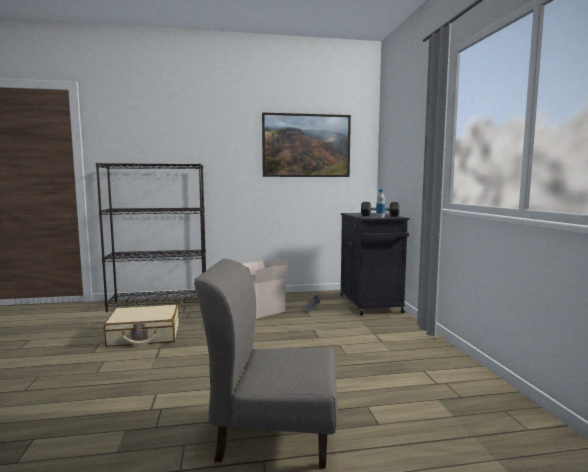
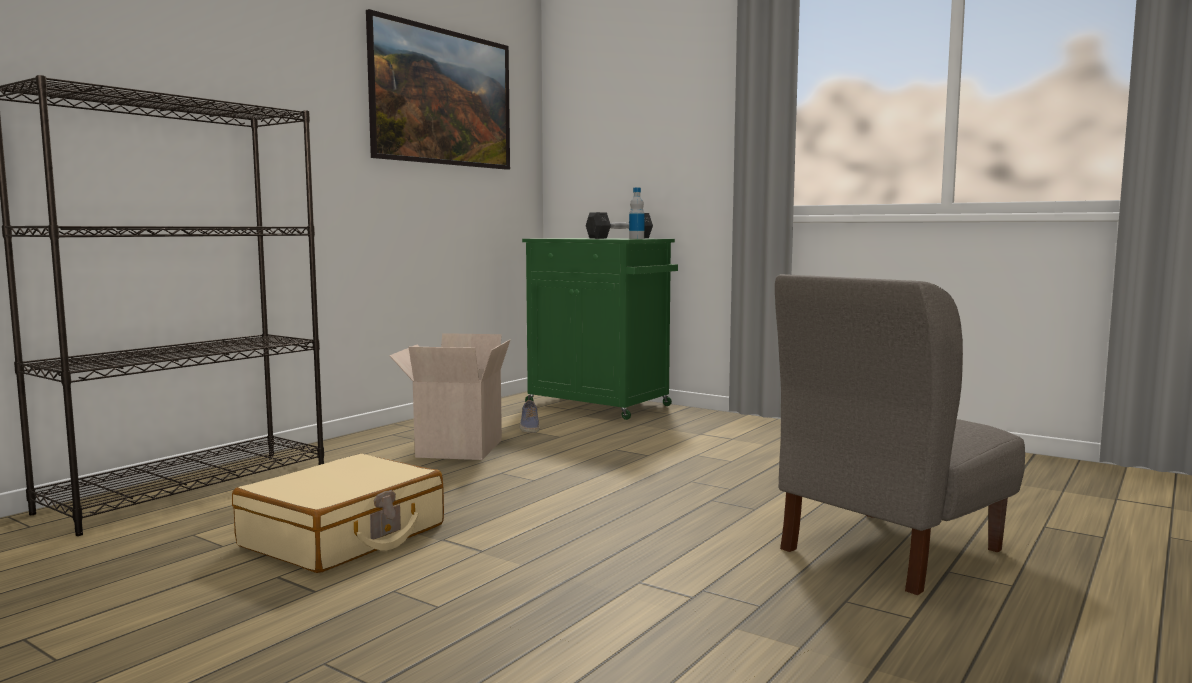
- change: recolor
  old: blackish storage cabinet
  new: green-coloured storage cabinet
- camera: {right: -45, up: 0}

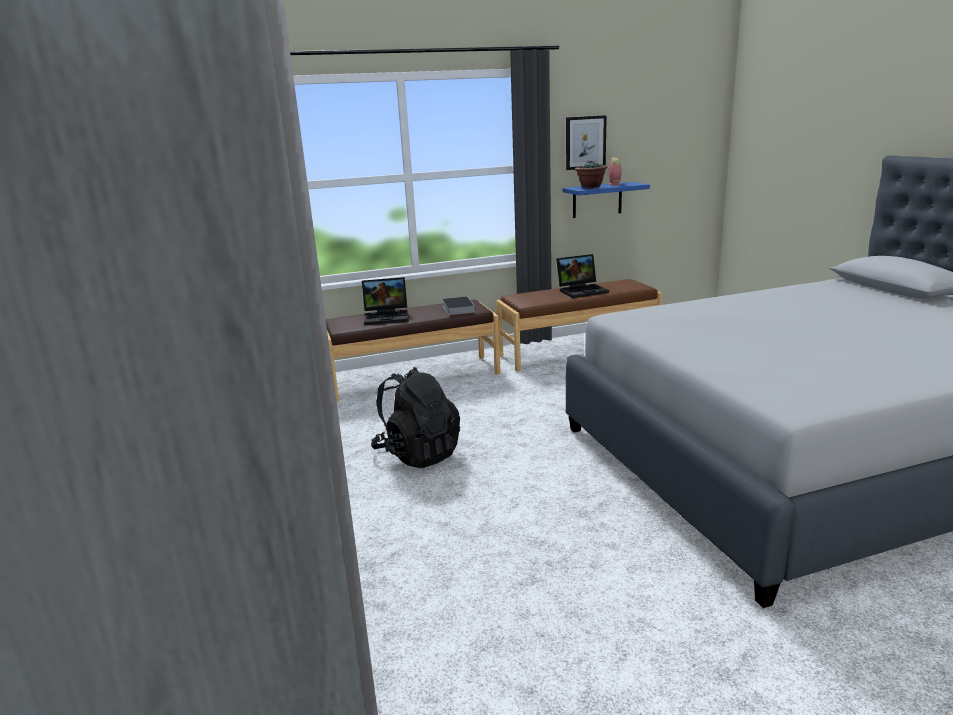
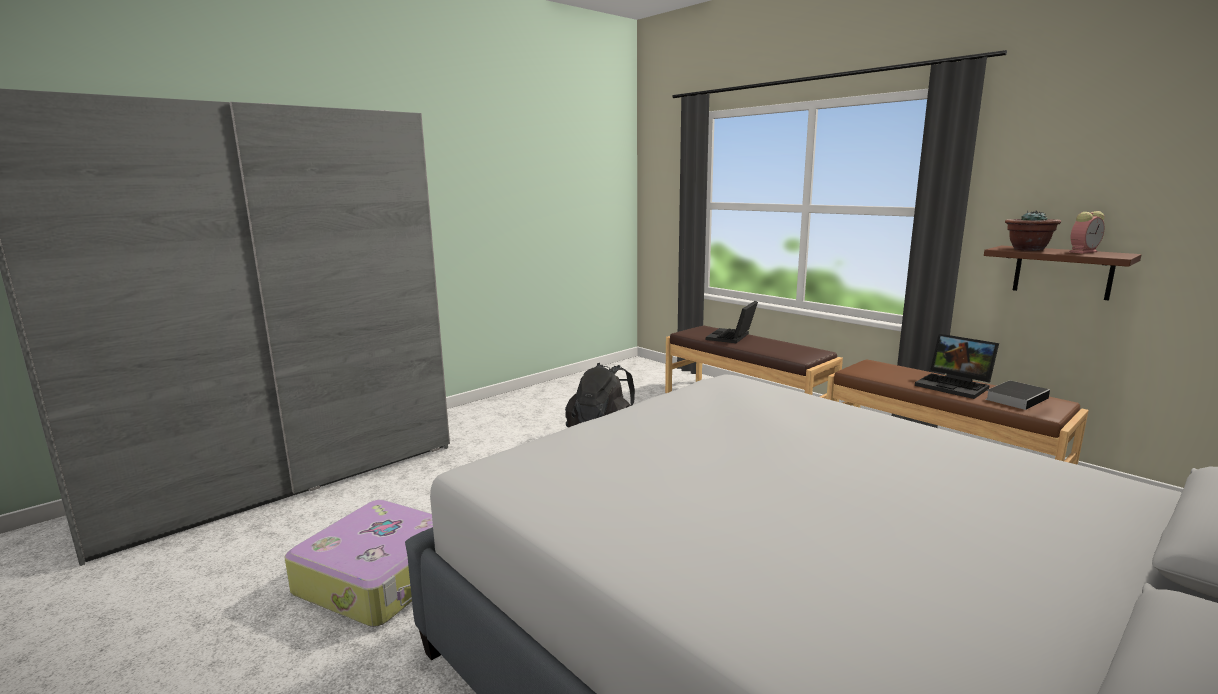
- change: delete
  old: picture
- change: insert
  new: piece of luggage
- change: move
  old: volume
- change: recolor
  old: blue-coloured bracket shelf
  new: brownish bracket shelf
- change: rotate
  old: portable computer (1st from left)
  degrees: 60
- camera: {right: 65, up: -5}

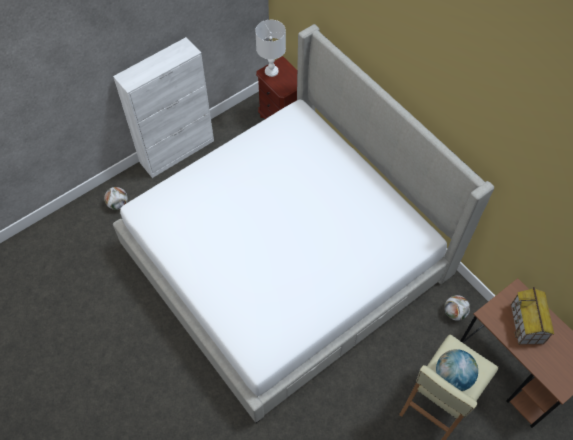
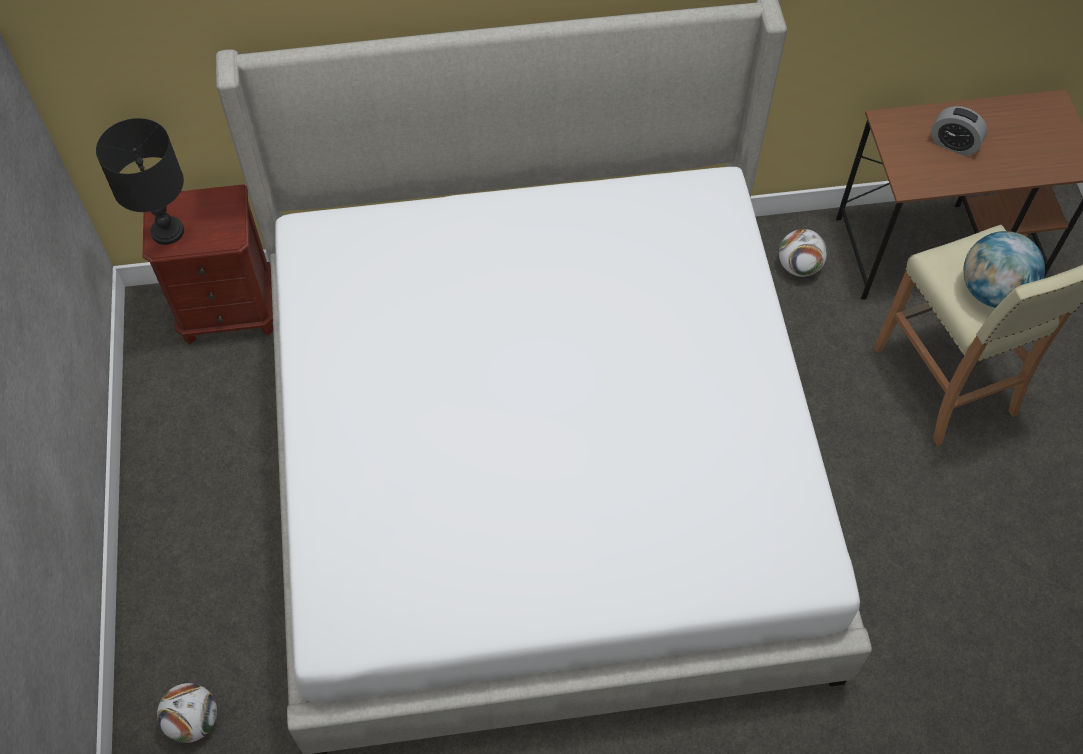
- change: delete
  old: white storage cabinet
- change: replace
  old: toy house
  new: alarm clock
- change: recolor
  old: white tabletop lamp
  new: blackish tabletop lamp
- camera: {right: -60, up: 0}

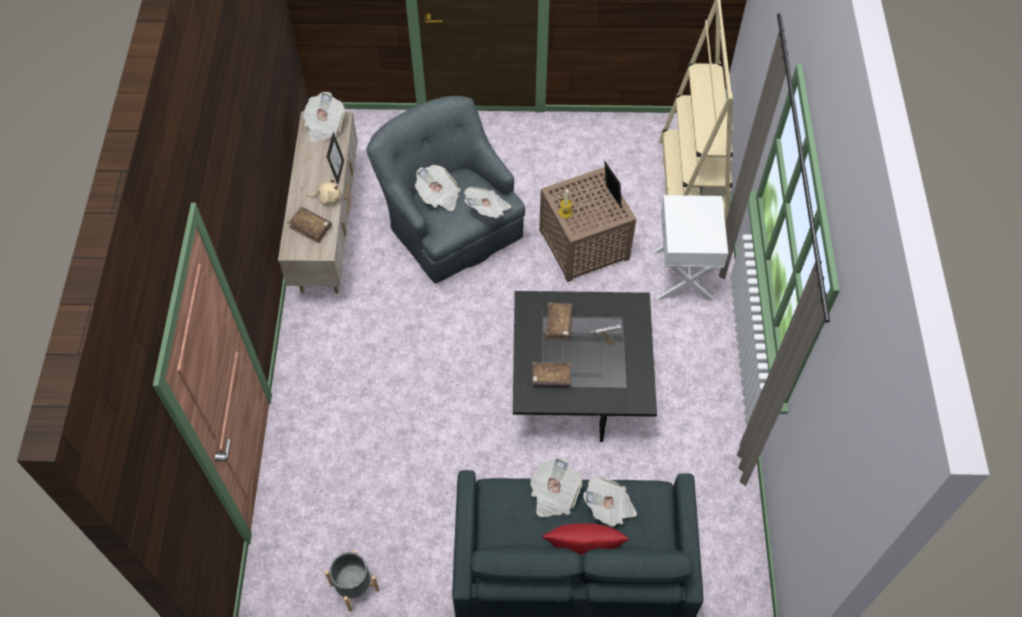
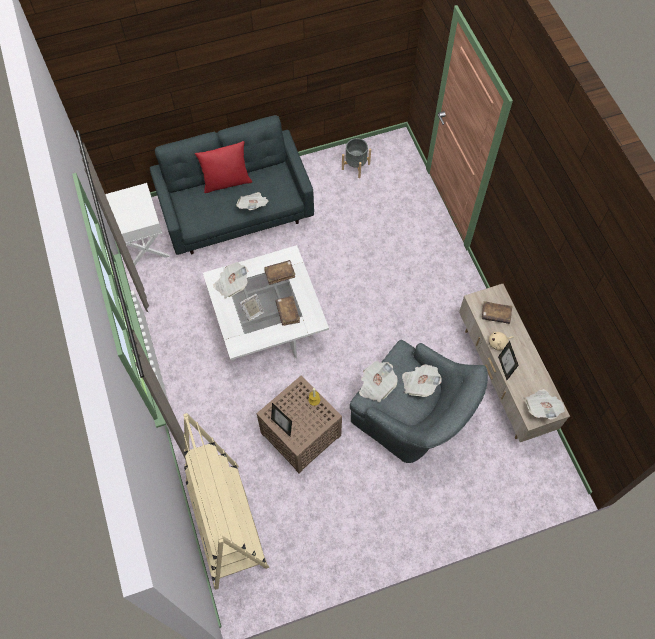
- change: move
  old: daily paper (5th from left in the first image)
  new: daily paper (1st from left)
- change: move
  old: white night table
- change: recolor
  old: blackish coffee table
  new: white coffee table
- camera: {right: 160, up: 5}

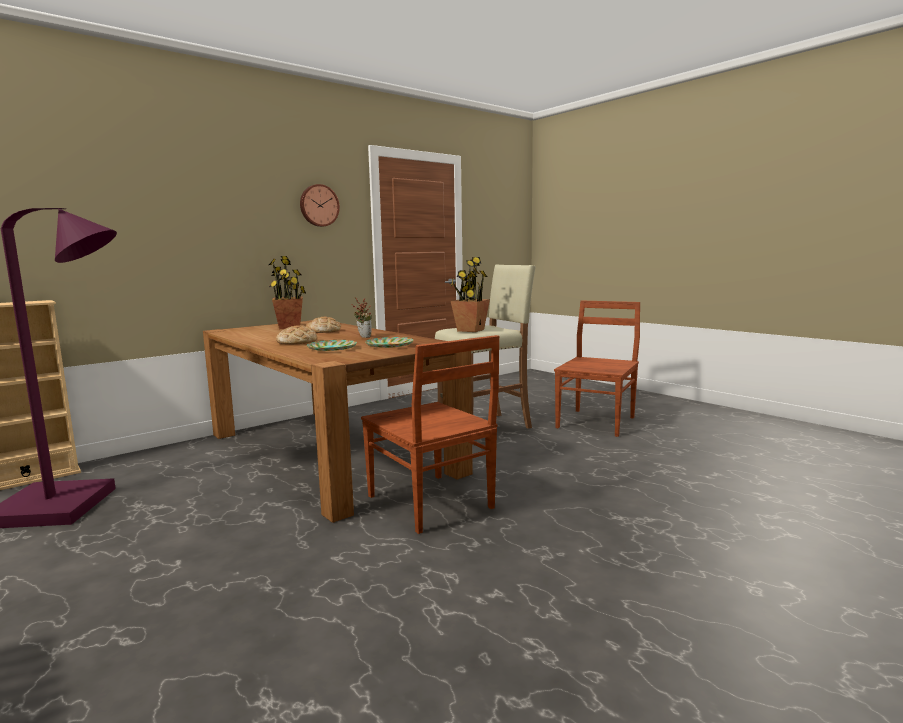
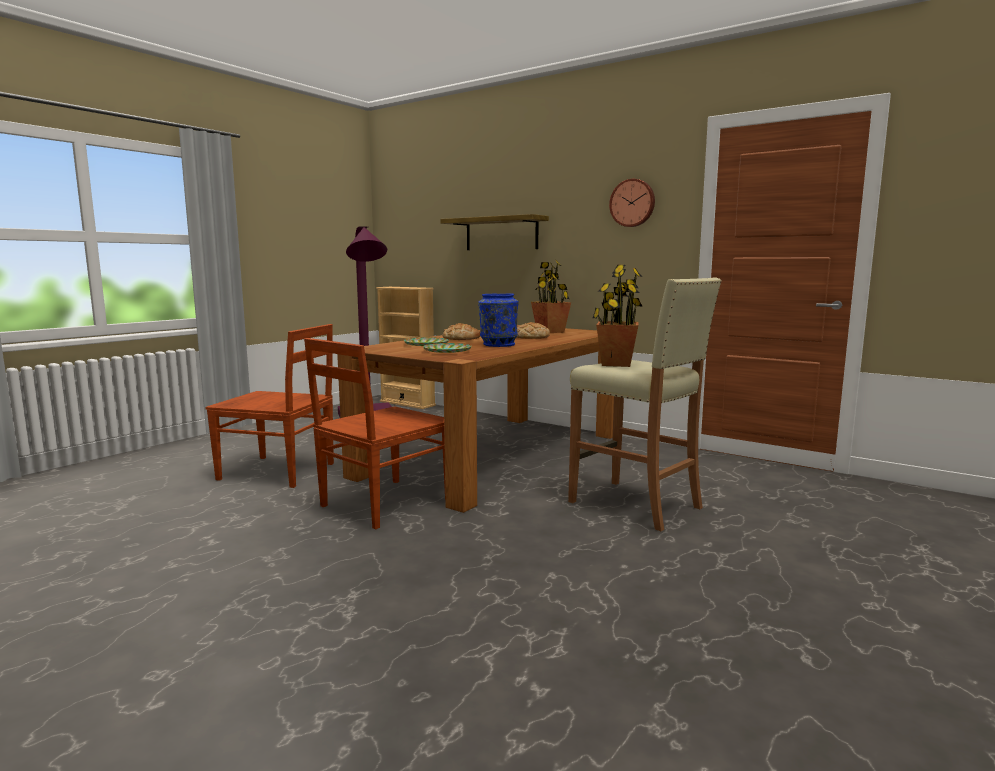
- change: insert
  new: bracket shelf
- change: move
  old: brownish chair (2nd from left in the first image)
  new: brownish chair (1st from left)
- change: replace
  old: houseplant (2nd from left)
  new: blue-coloured decorative vase
- camera: {right: 75, up: 0}

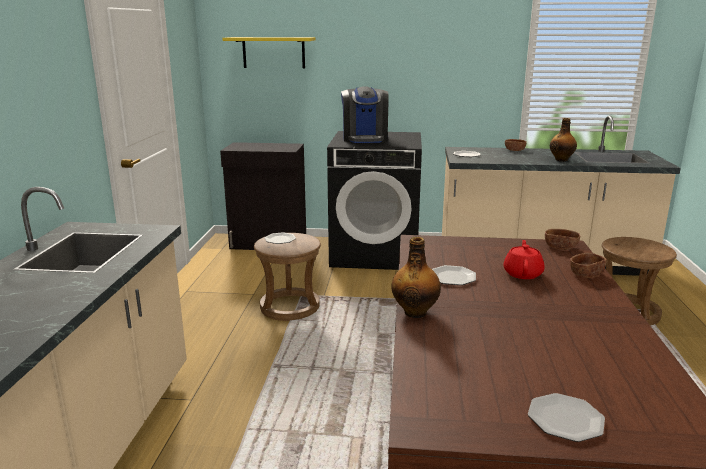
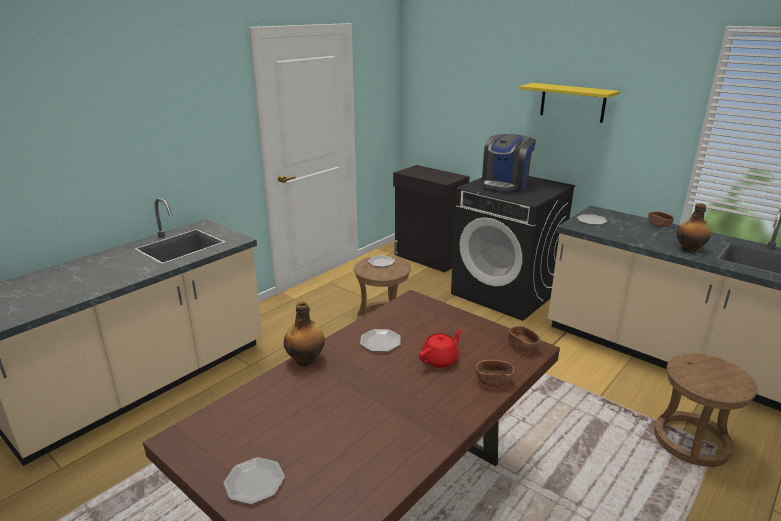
- change: move
  old: yellow-coloured bracket shelf
- camera: {right: 35, up: 5}

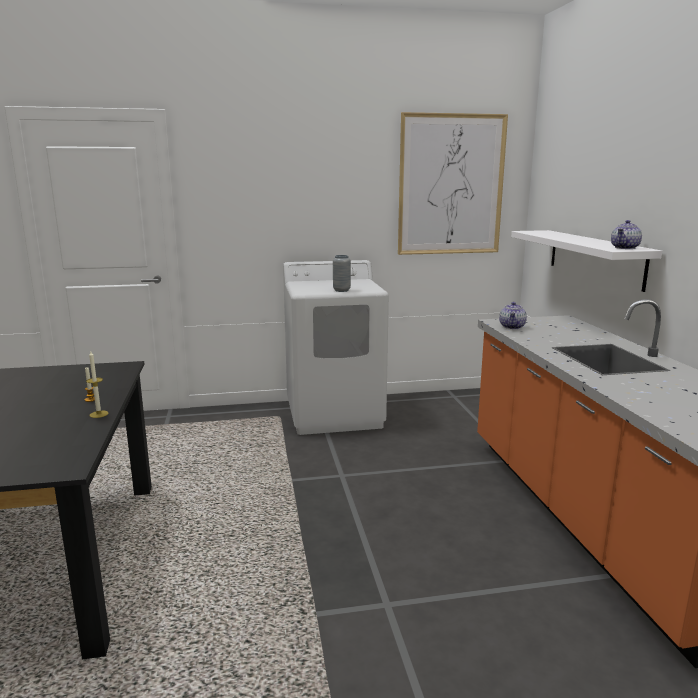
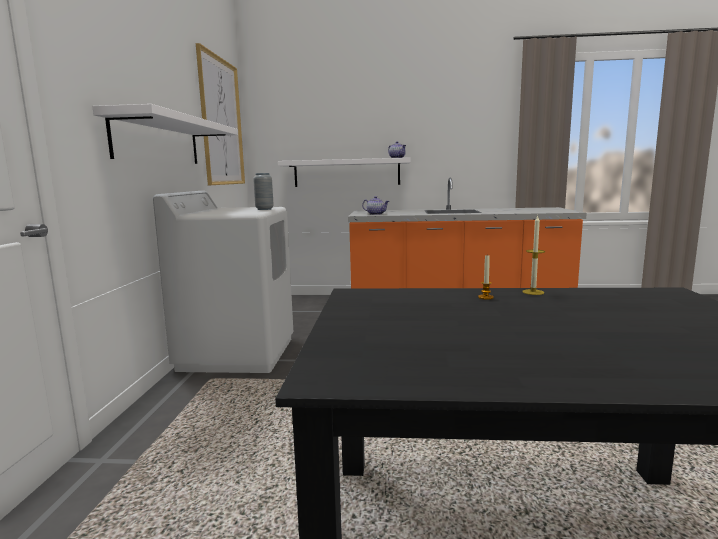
- change: insert
  new: white bracket shelf (1st from left)
- camera: {right: -75, up: -5}

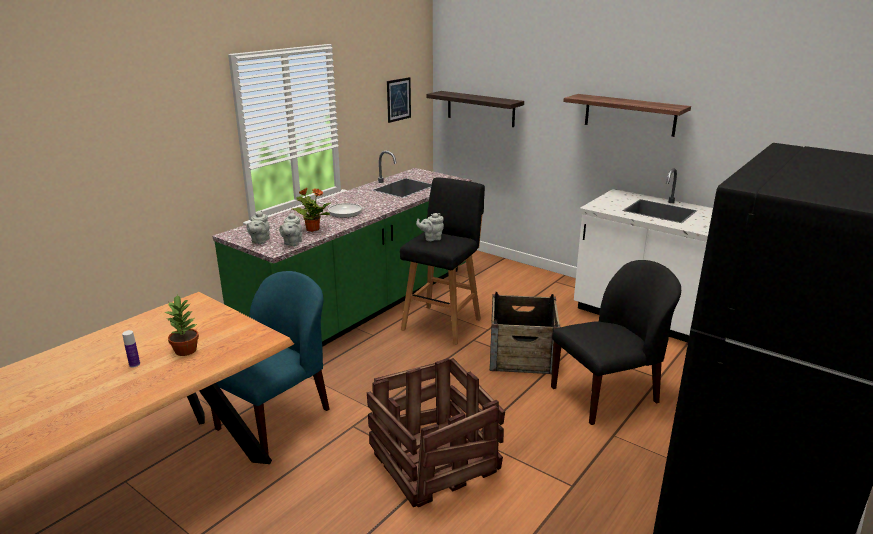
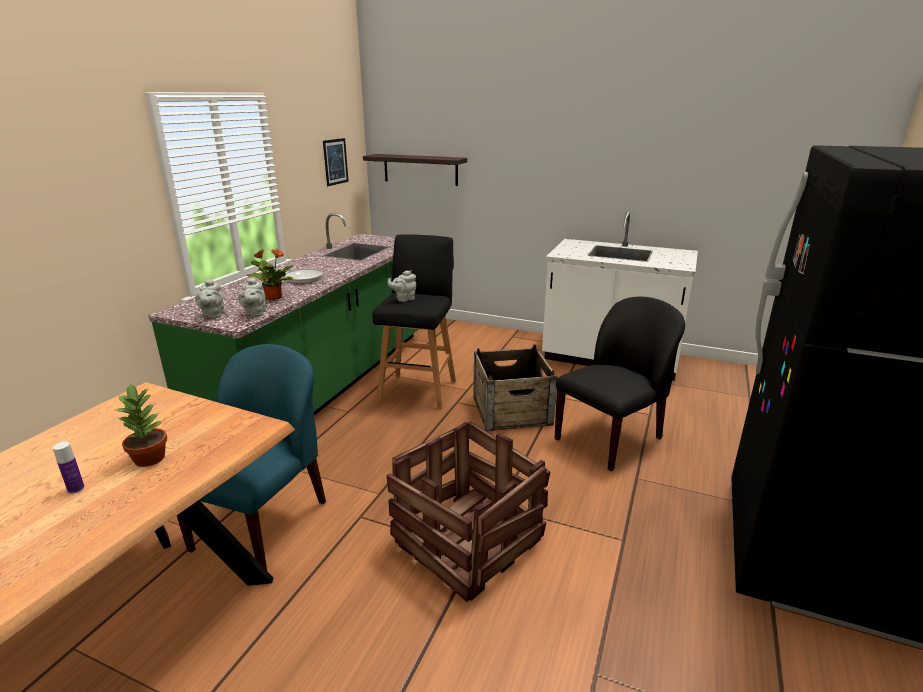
- change: delete
  old: bracket shelf (2nd from left)
- camera: {right: -15, up: 0}

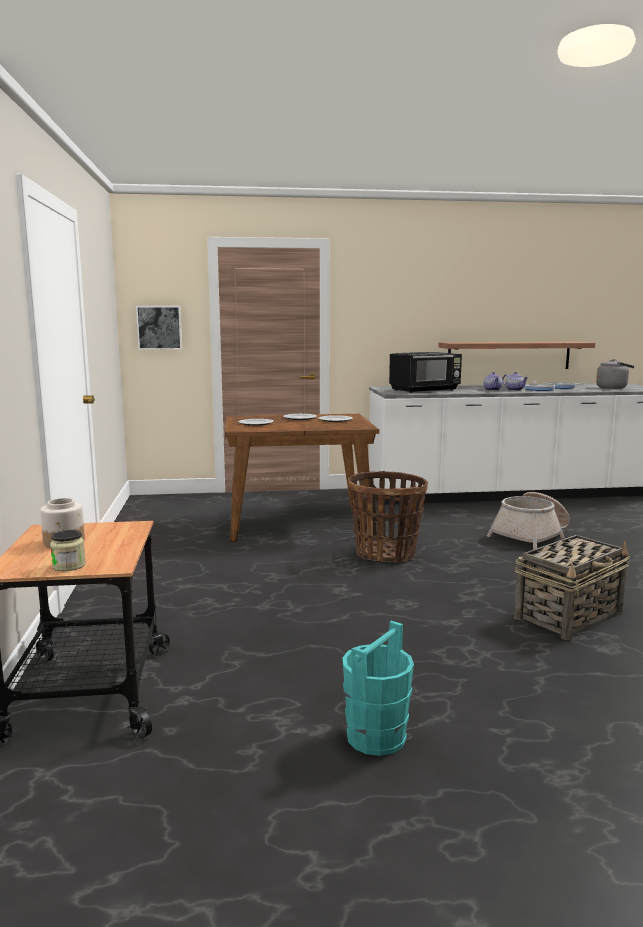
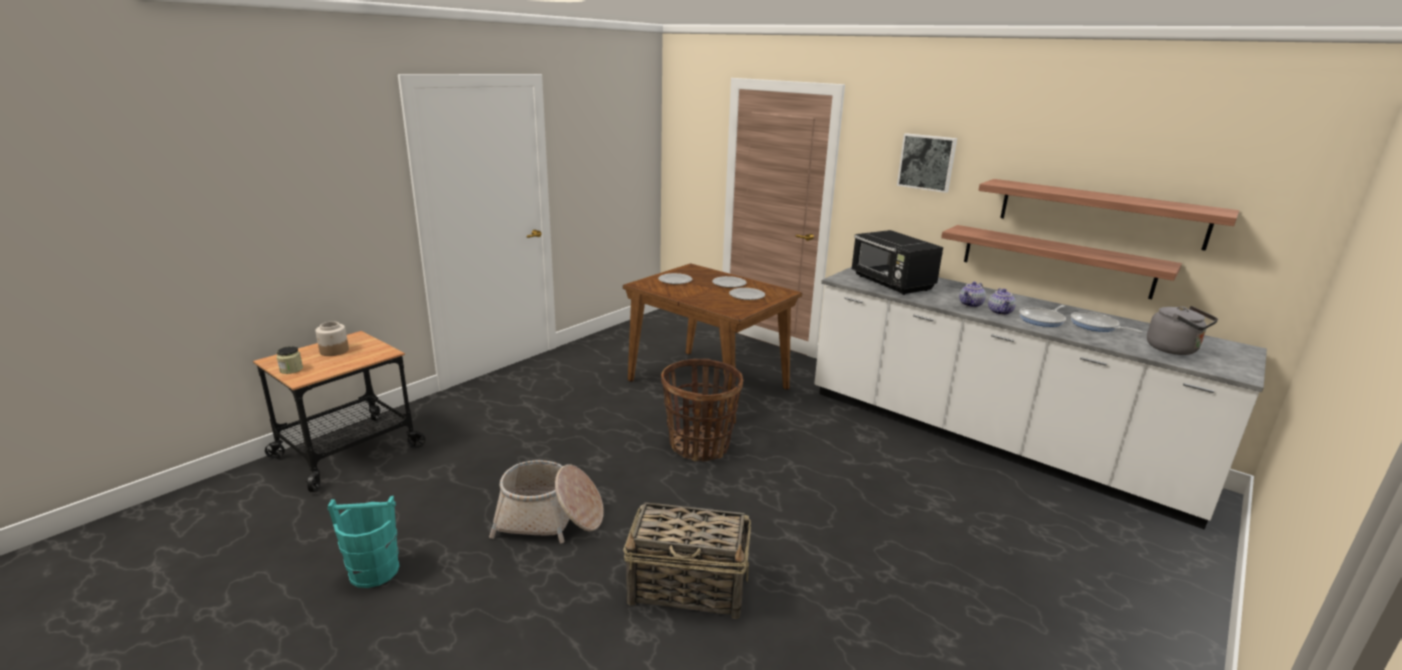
- change: insert
  new: bracket shelf (2nd from left)
- change: move
  old: picture
- change: move
  old: household basket (2nd from left in the first image)
  new: household basket (1st from left)
- change: rotate
  old: blackish microwave oven
  degrees: 45
- camera: {right: 45, up: 10}

